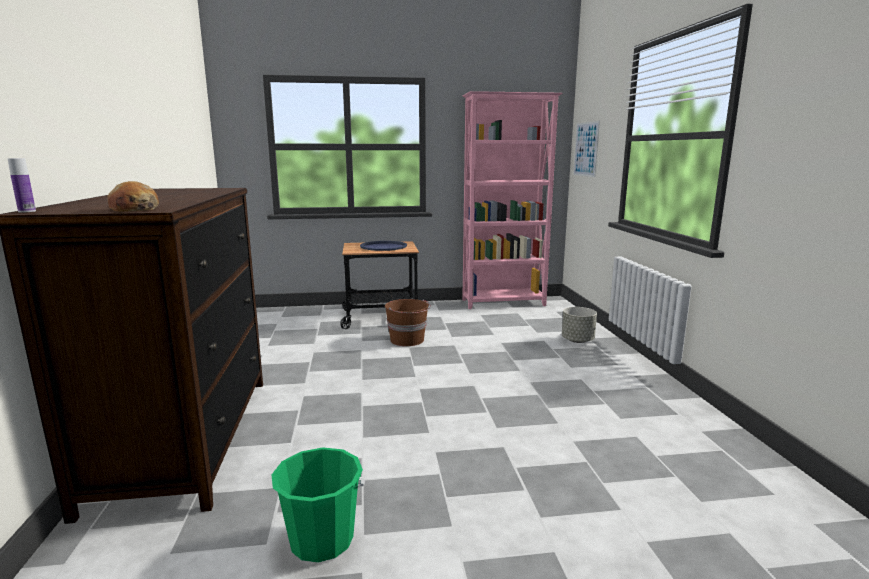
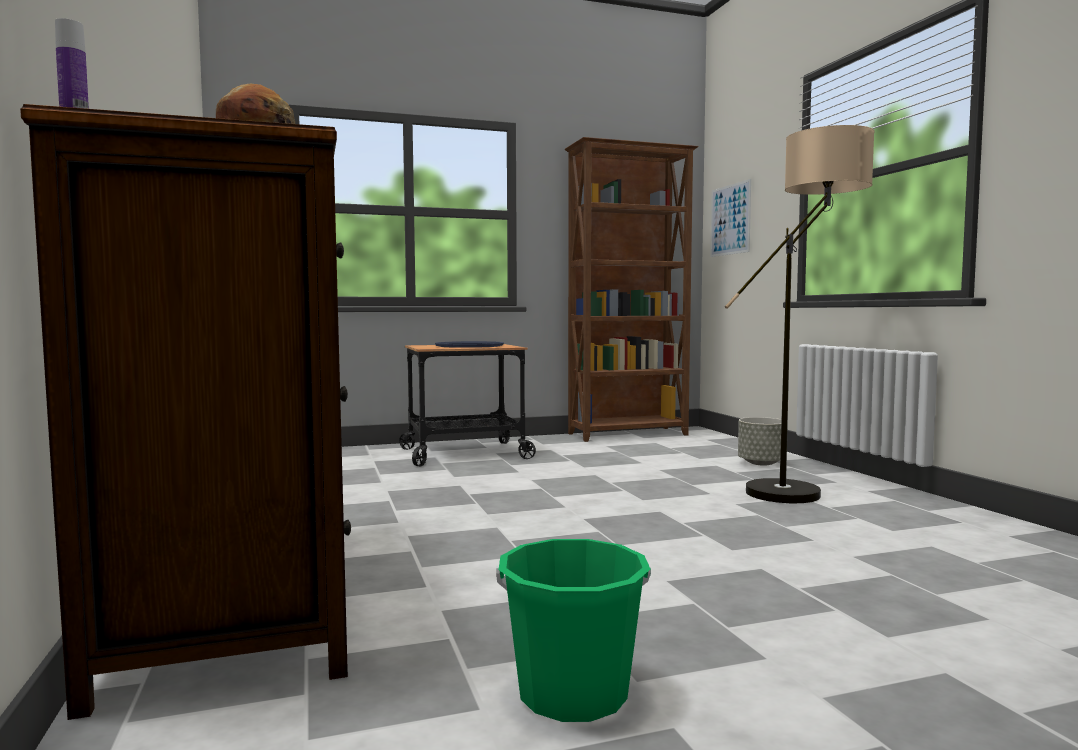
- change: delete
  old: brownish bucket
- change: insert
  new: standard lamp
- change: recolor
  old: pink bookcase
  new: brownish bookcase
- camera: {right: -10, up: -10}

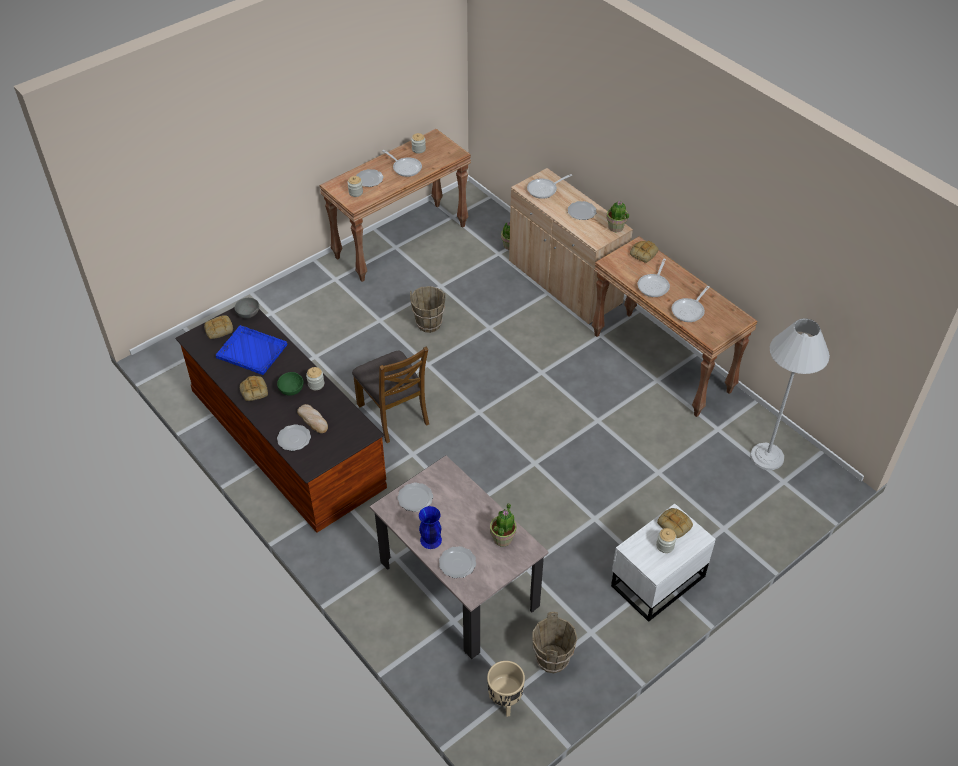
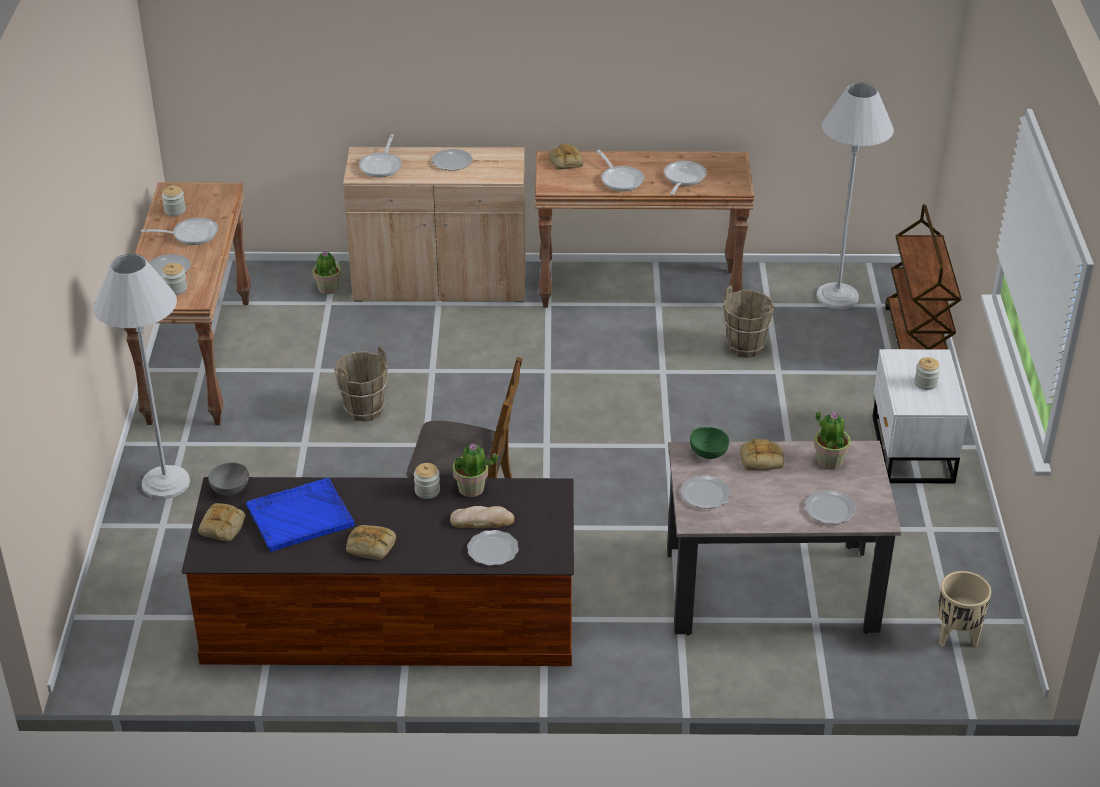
- change: delete
  old: blue-coloured decorative vase
- change: insert
  new: white standard lamp (1st from left)
- change: insert
  new: brownish wheeled cart
- change: move
  old: green-coloured deep dish
- change: move
  old: brownish bucket (2nd from left)
- change: move
  old: houseplant (3rd from left in the first image)
  new: houseplant (2nd from left)
- change: move
  old: bread (5th from left)
- change: rotate
  old: frying pan (4th from left)
  degrees: -150
- camera: {right: -50, up: -10}

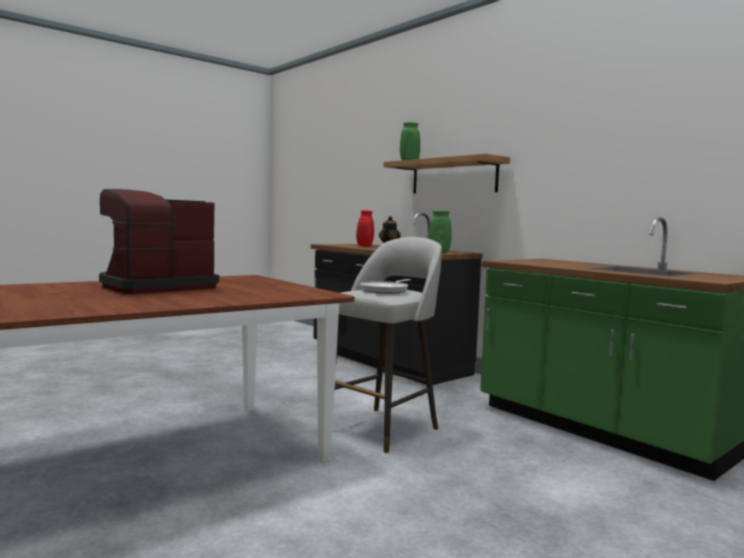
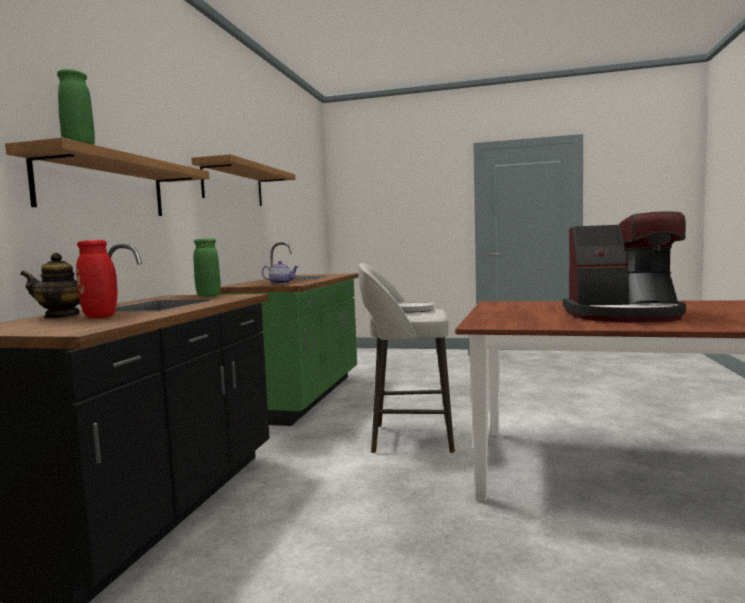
- change: insert
  new: bracket shelf (2nd from left)
- change: insert
  new: tea pot (2nd from left)
- camera: {right: -125, up: 0}

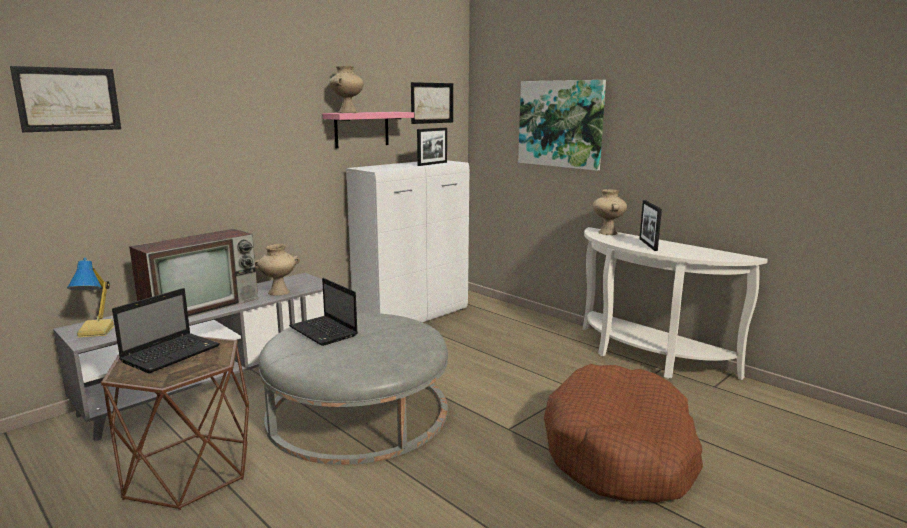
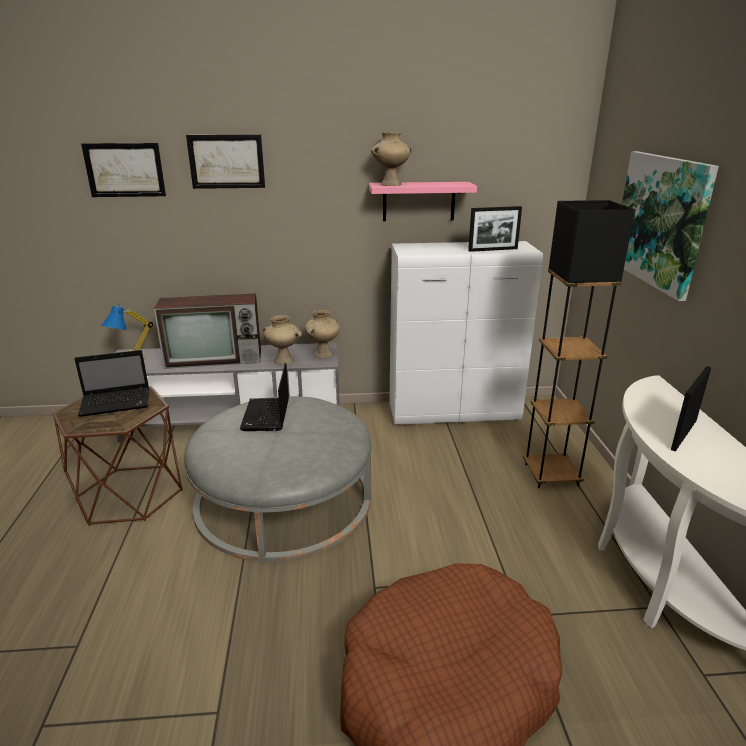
- change: insert
  new: blackish standard lamp
- change: move
  old: picture (2nd from left)
- change: move
  old: sand-coloured decorative vase (3rd from left in the first image)
  new: sand-coloured decorative vase (2nd from left)
- camera: {right: 40, up: 10}

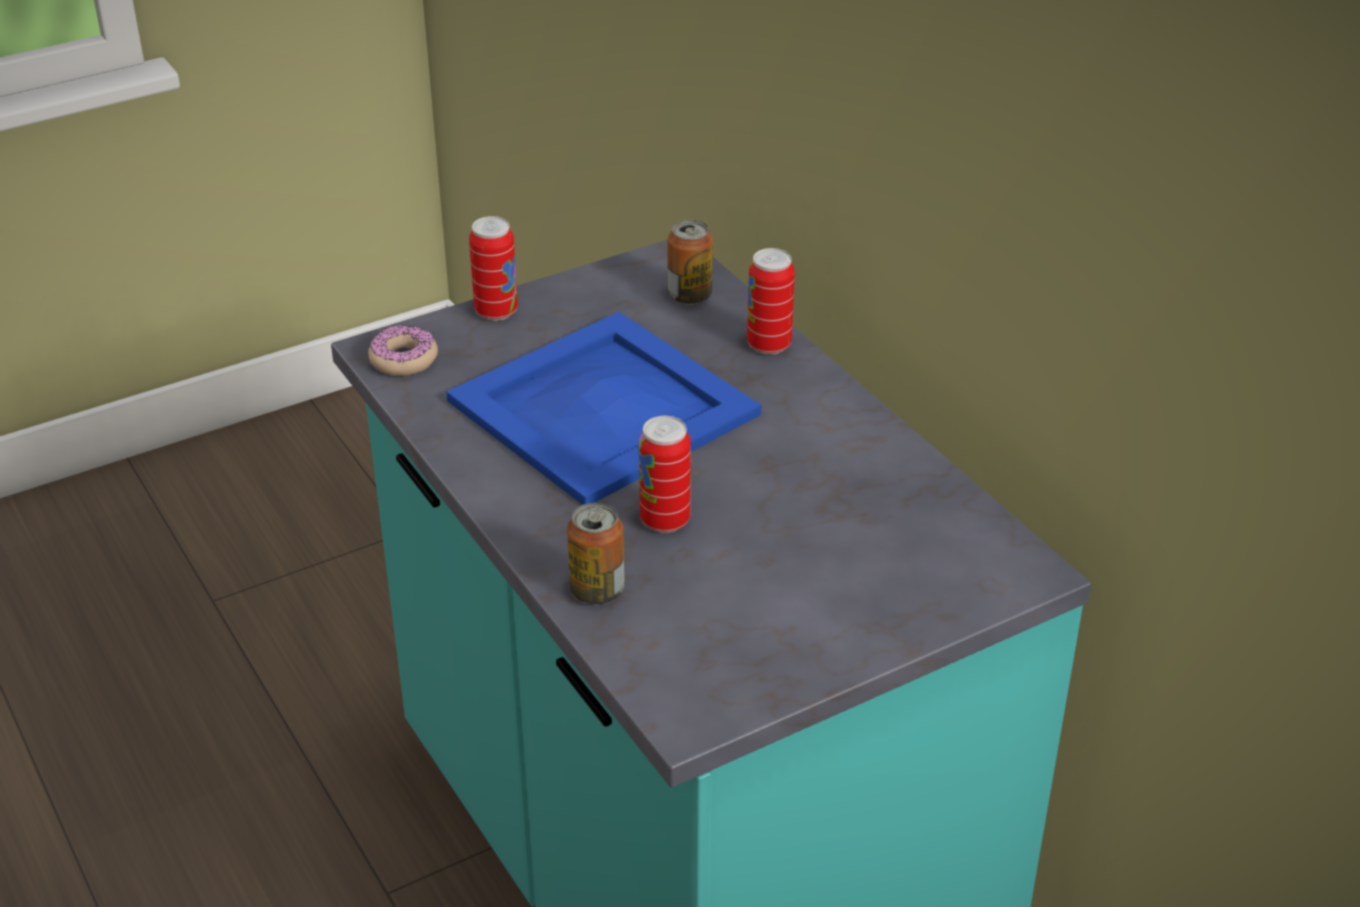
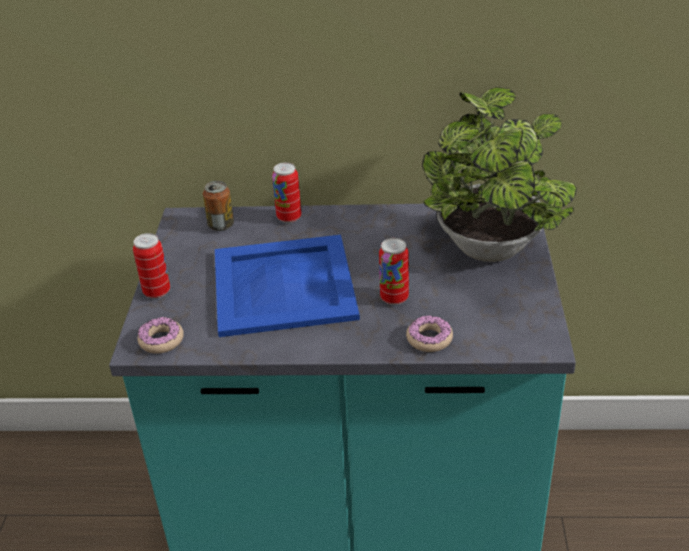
- change: insert
  new: houseplant
- change: replace
  old: metal can (2nd from left)
  new: doughnut (2nd from left)
- camera: {right: -55, up: 0}

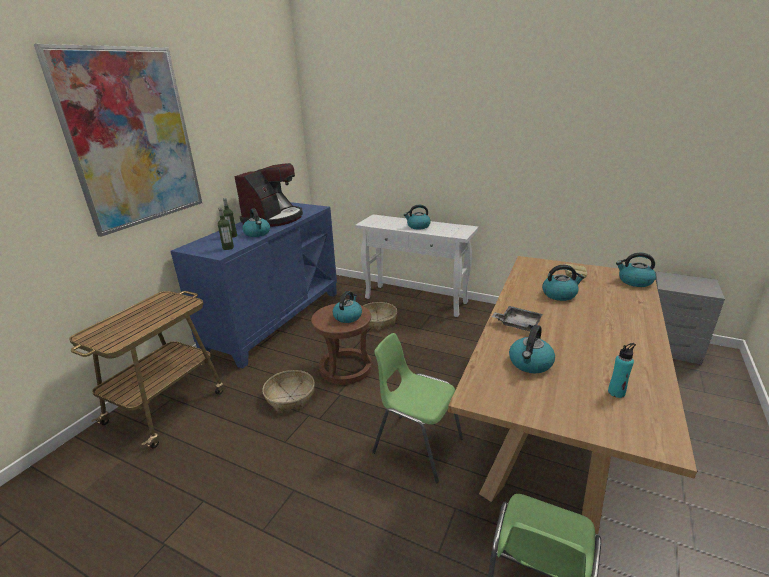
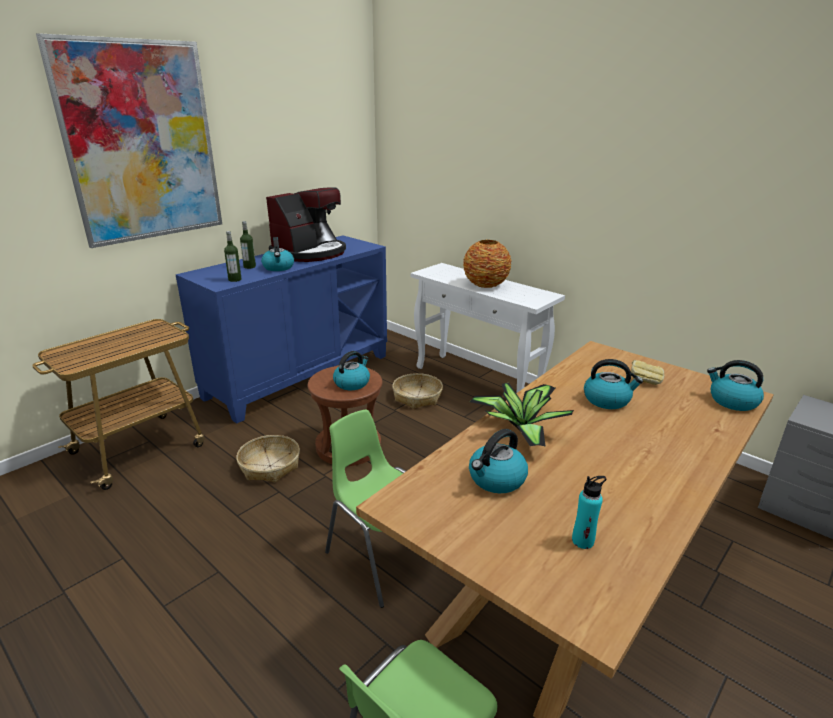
- change: replace
  old: kettle (3rd from left)
  new: decorative vase
- change: replace
  old: greyish tray
  new: houseplant
- camera: {right: 15, up: 0}

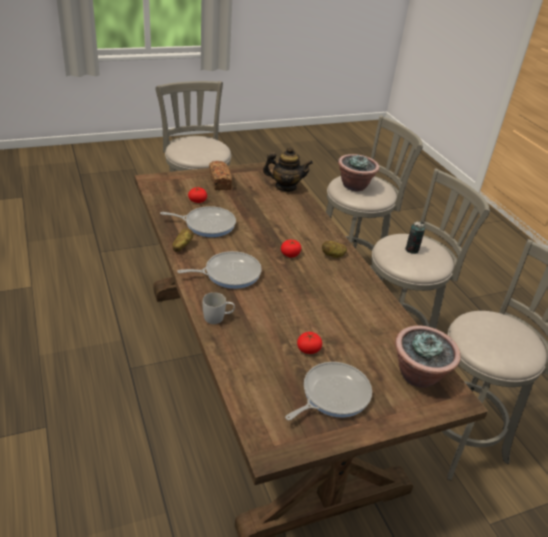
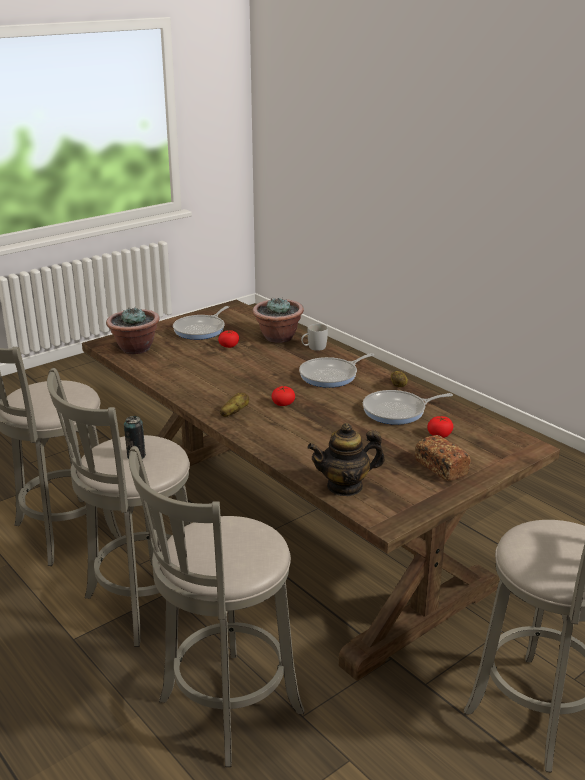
- change: move
  old: houseplant (1st from left in the first image)
  new: houseplant (2nd from left)
- camera: {right: 165, up: -10}

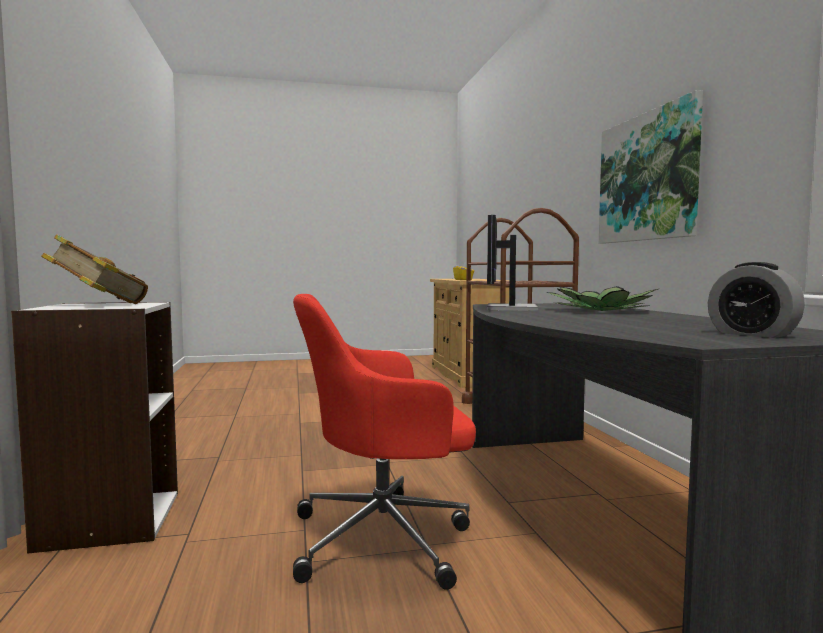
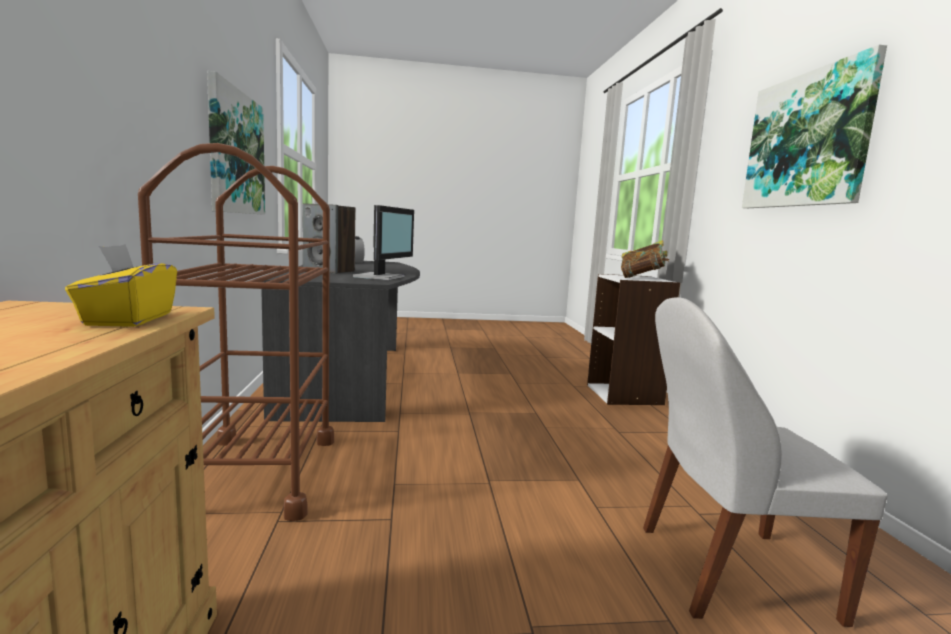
- change: delete
  old: red-coloured desk chair
- change: insert
  new: white chair
- change: insert
  new: picture (2nd from left)
- change: replace
  old: houseplant
  new: loudspeaker
- camera: {right: -175, up: 5}

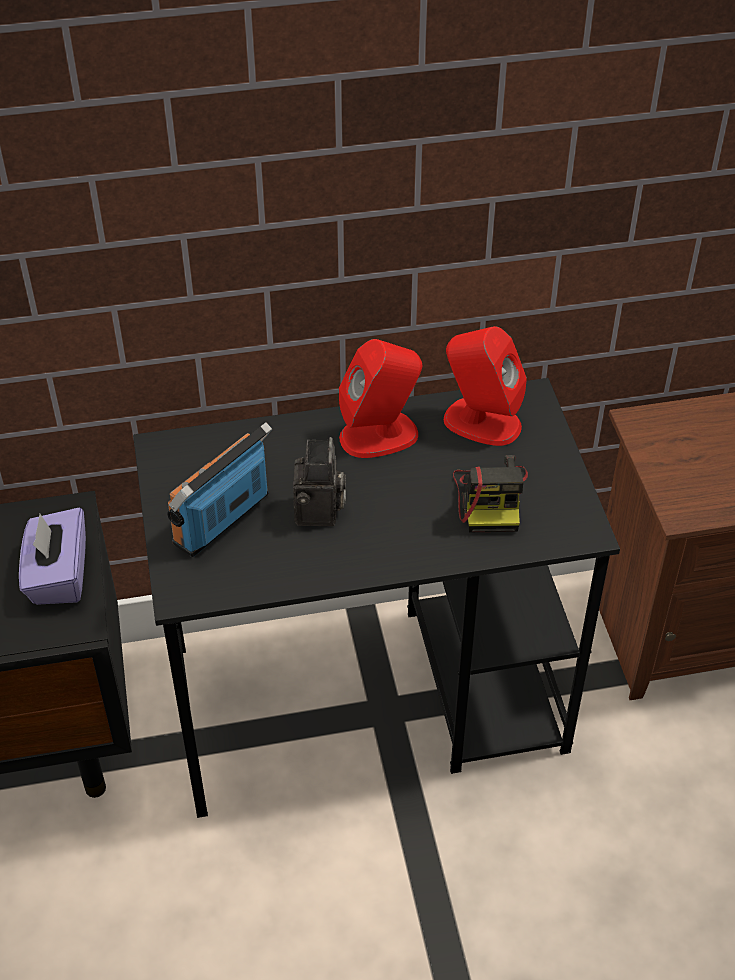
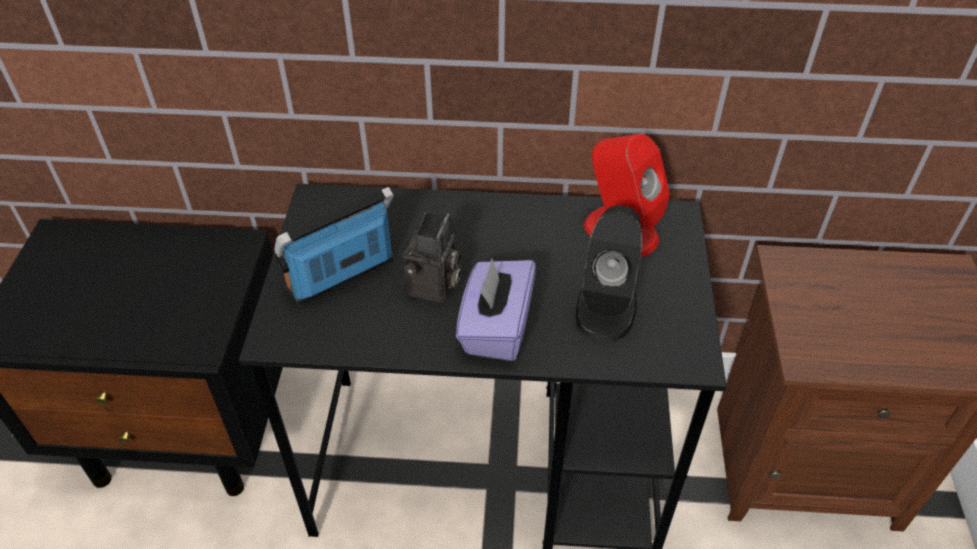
- change: delete
  old: red-coloured loudspeaker (1st from left)
- change: move
  old: purple tissue holder
- change: replace
  old: photo camera (2nd from left)
  new: blackish loudspeaker
- camera: {right: 15, up: 0}

